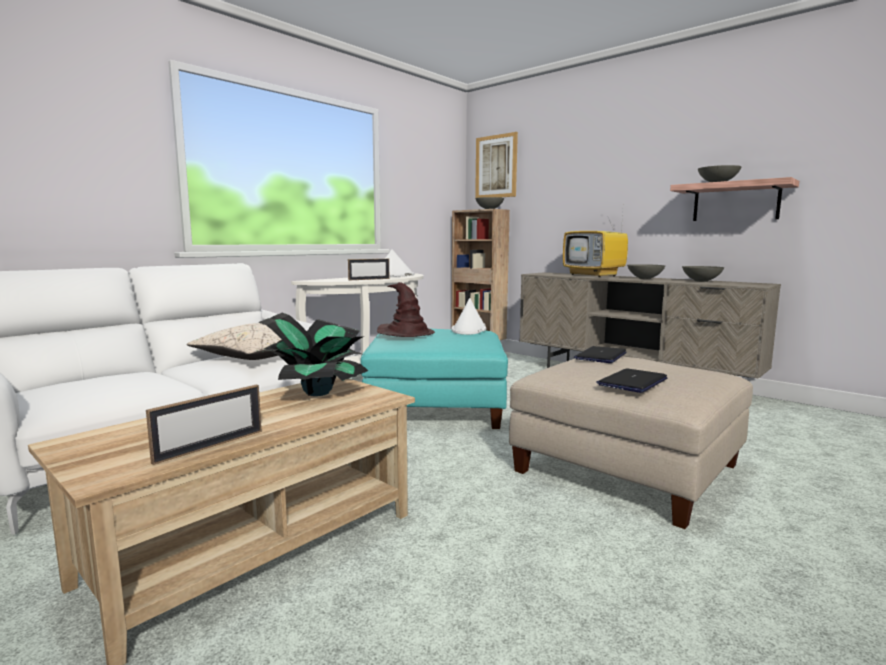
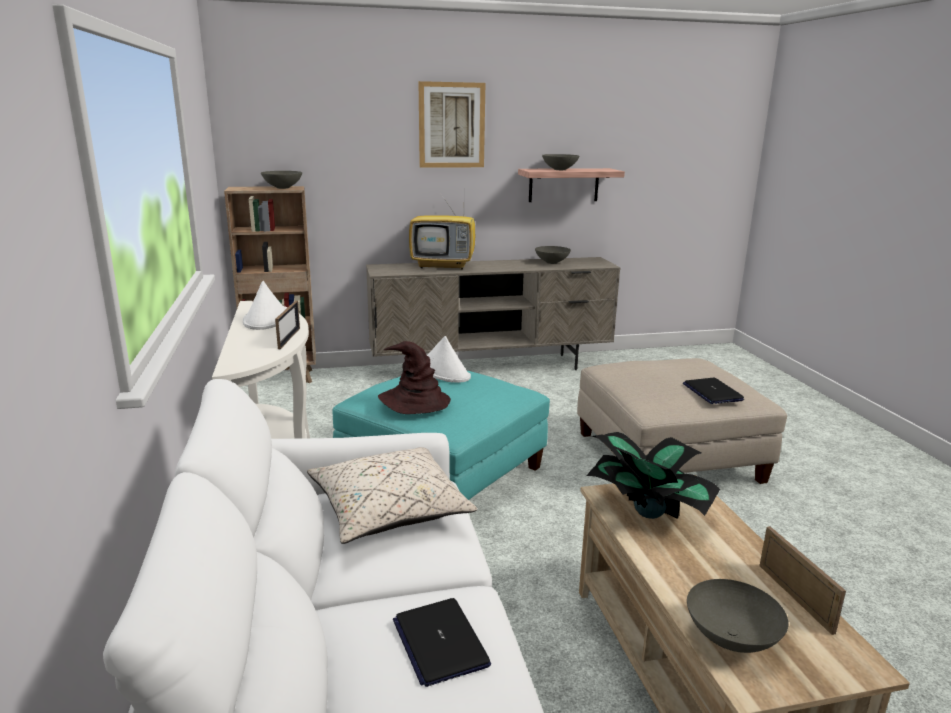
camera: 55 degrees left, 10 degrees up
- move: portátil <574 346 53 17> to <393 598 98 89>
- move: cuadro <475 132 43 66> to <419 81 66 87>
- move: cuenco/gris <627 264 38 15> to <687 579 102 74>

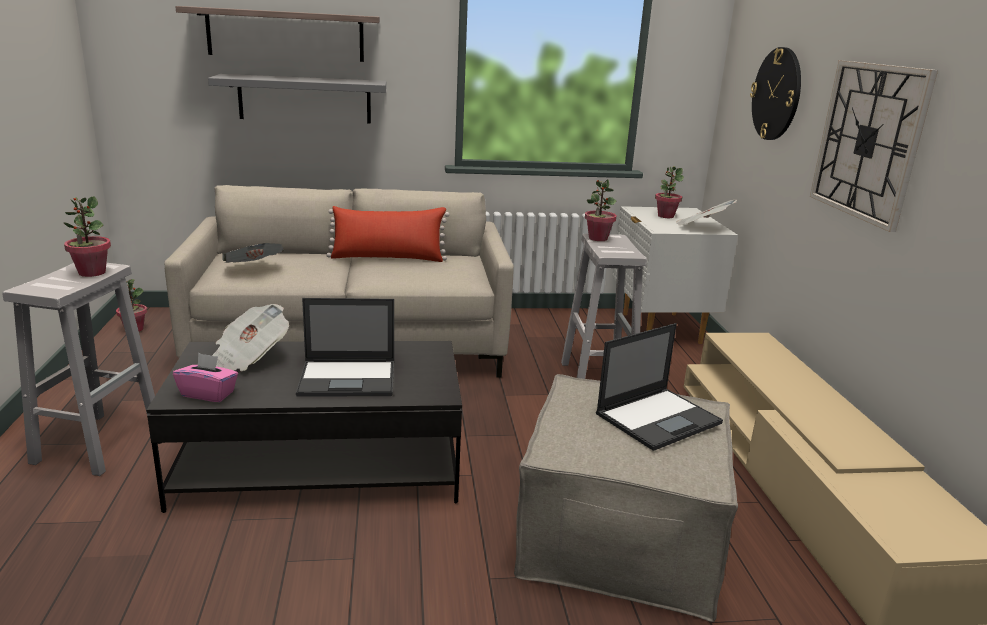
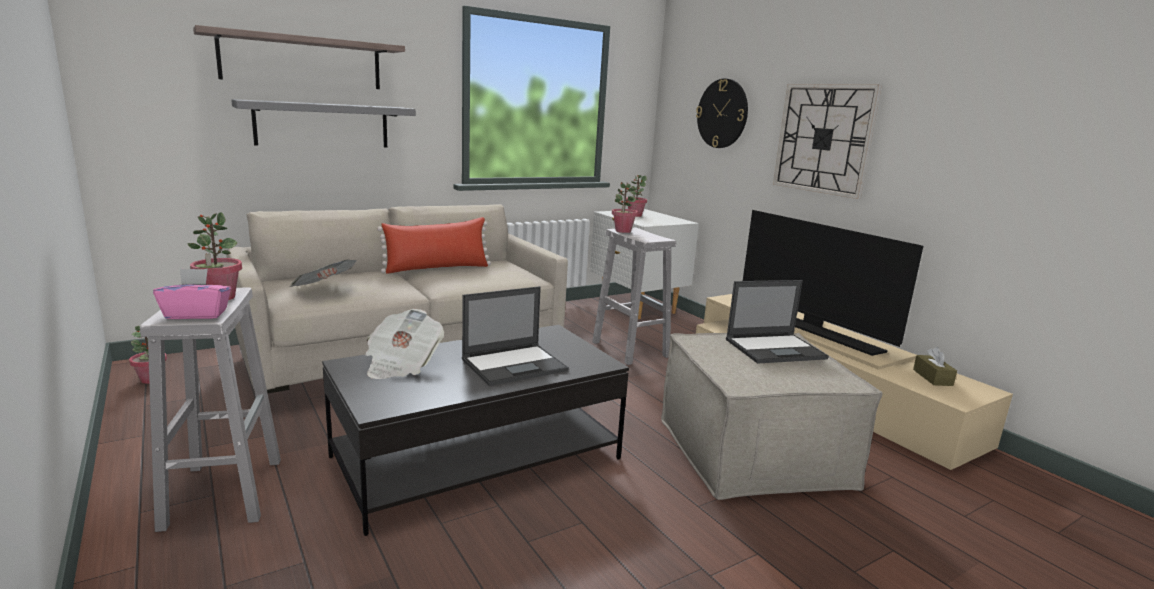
camera: 25 degrees left, 5 degrees down
- move: caja de pañuelos/rosa <173 353 65 49> to <153 268 78 51>
- rotate: portátil <596 323 127 128> = <726 280 103 84> 45 degrees clockwise
- insert: televisor <743 210 180 146>
- insert: caja de pañuelos/marrón <913 347 44 39>
- delete: periódico <676 200 61 26>

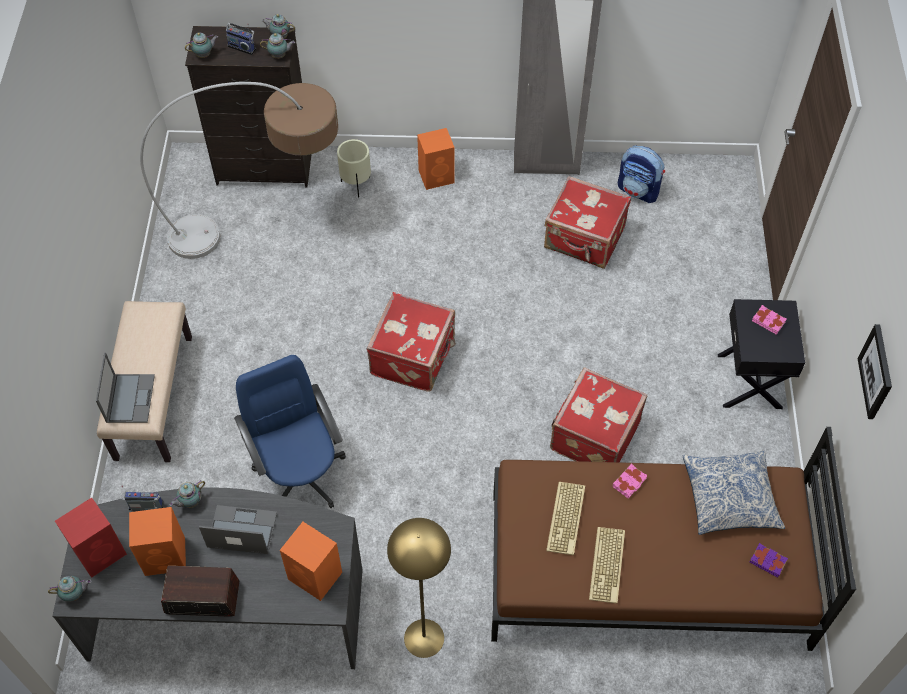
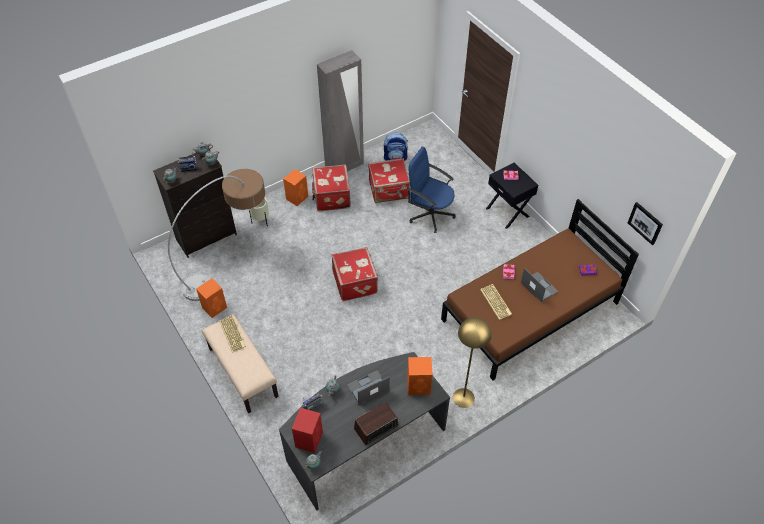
camera: 35 degrees left, 5 degrees down
- move: altavoz/naranja <129 507 57 69> to <196 278 31 40>
- move: teclado <589 527 36 76> to <219 315 27 38>
- move: maleta/rojo <550 367 97 95> to <311 164 40 47>
- move: silla de oficina/azul <234 355 112 153> to <407 146 49 87>
- move: portátil <96 352 59 71> to <521 268 37 35>
- move: cuadro <857 324 35 95> to <628 202 35 43>
- delete: cojín <683 450 102 85>

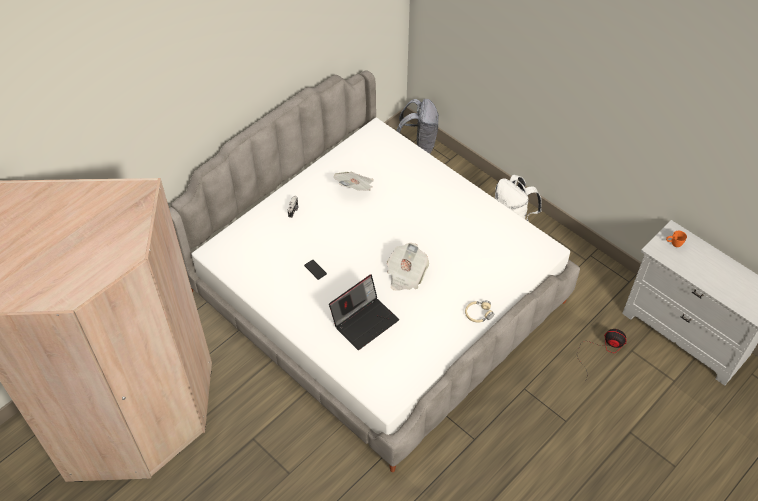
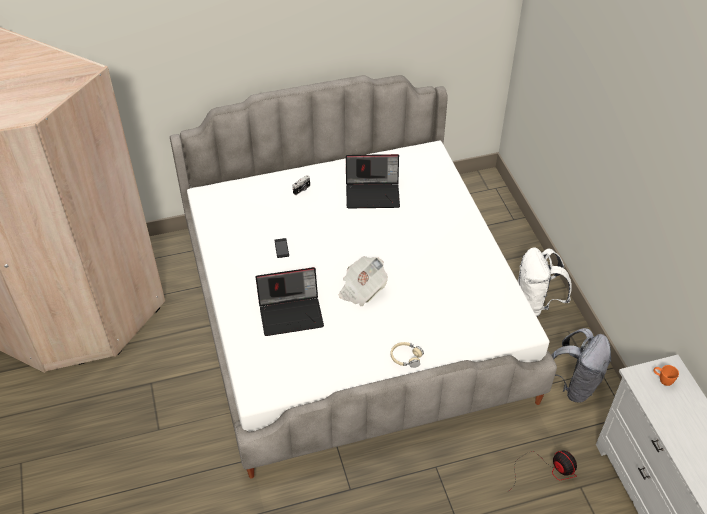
camera: 30 degrees right, 5 degrees down
- replace: periódico <334 171 40 20> to portátil <346 154 54 54>
- move: mochila/gris <397 99 42 55> to <551 328 60 75>

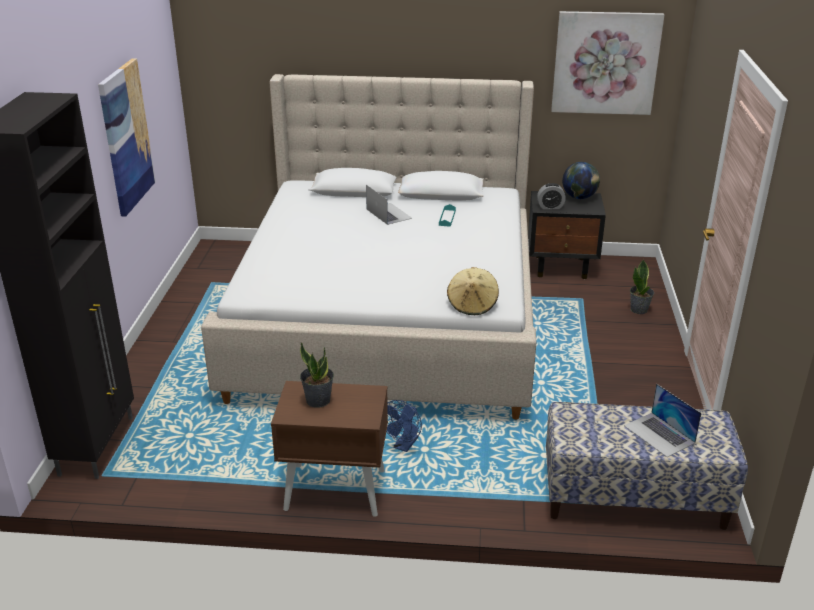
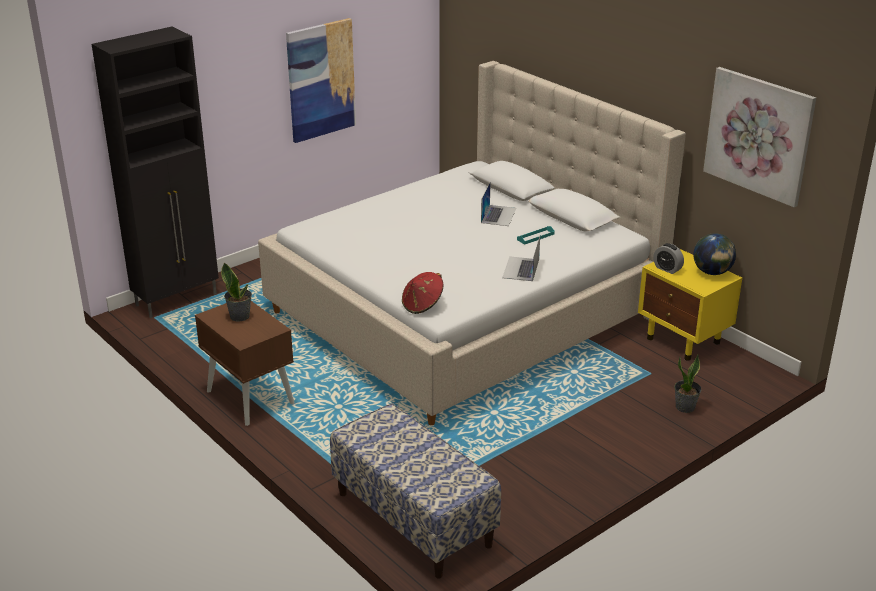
camera: 45 degrees right, 0 degrees up
- recolor: sombrero/beis <447 267 52 48> to sombrero/rojo <402 272 41 42>
- move: portátil <624 384 77 73> to <502 236 38 45>
- recolor: mesita de noche/negro <528 191 78 88> to mesita de noche/amarillo <638 249 105 112>
- delete: ventilador/azul <386 400 36 52>

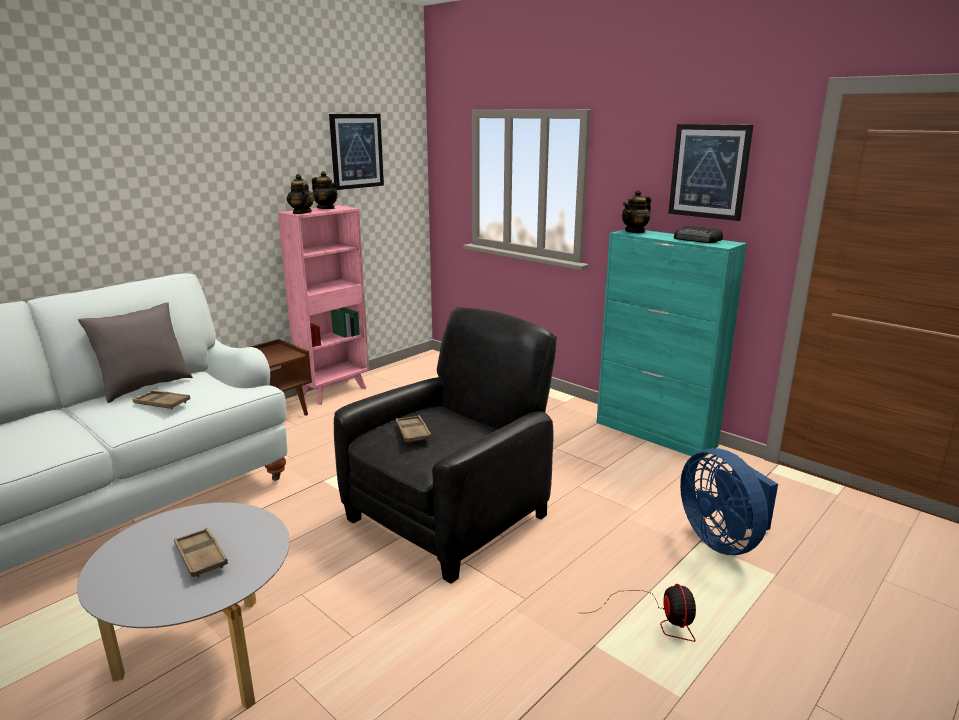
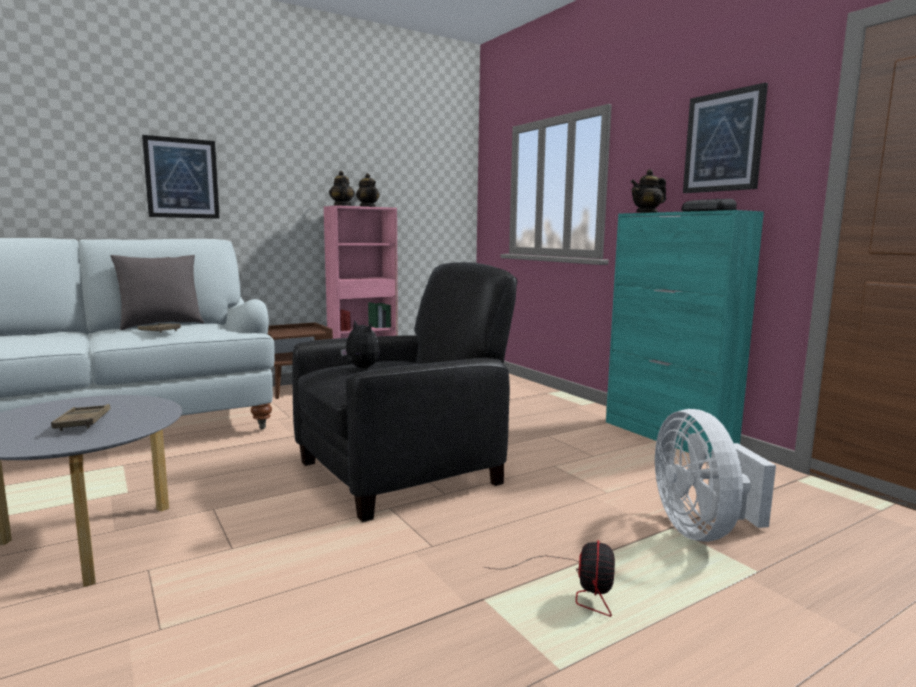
camera: 15 degrees right, 10 degrees down
- move: cuadro <329 114 55 76> to <142 135 78 84>
- replace: bandeja/marrón <396 415 35 28> to peluche <341 320 39 48>
- recolor: ventilador/azul <680 448 98 107> to ventilador/blanco <655 409 121 133>

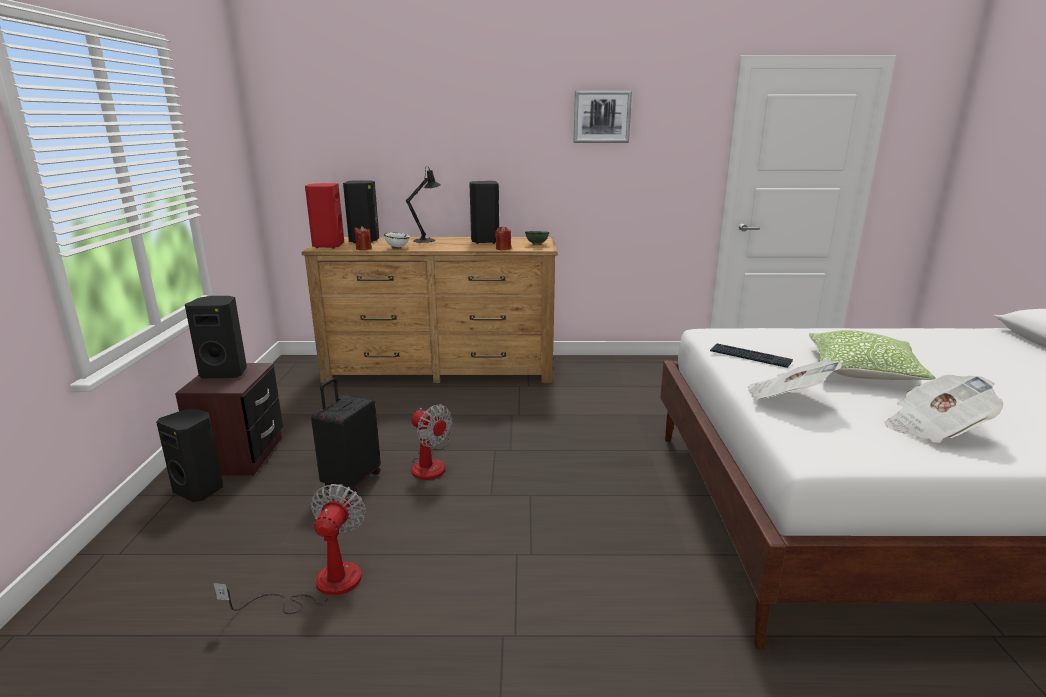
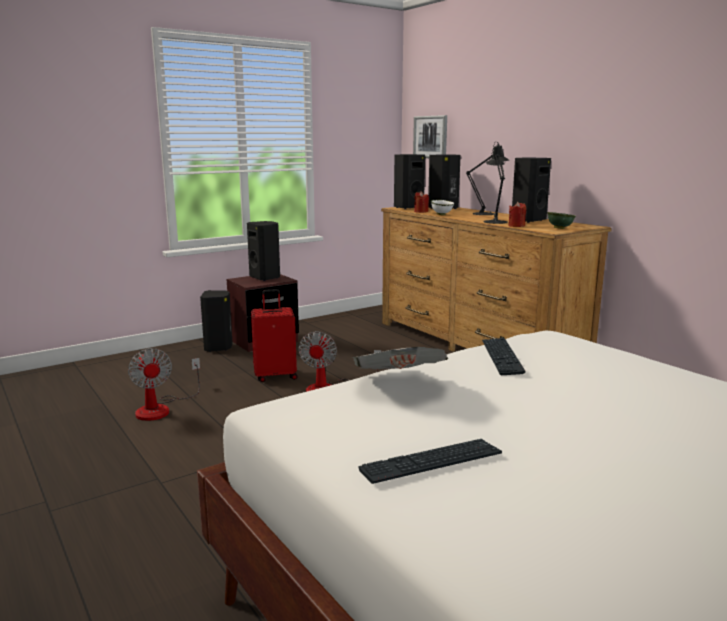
camera: 55 degrees right, 5 degrees down
- rotate: ventilador <213 484 153 130> = <128 348 72 73> 90 degrees clockwise
- recolor: maleta/negro <311 378 70 116> to maleta/rojo <251 289 47 93>
- replace: periódico <885 375 118 68> to teclado <358 439 144 45>
- recolor: altavoz/rojo <305 183 39 66> to altavoz/negro <394 154 31 55>
- move: cuadro <574 91 58 52> to <413 115 34 43>
- insert: lámpara de mesa/negro <484 142 24 82>
- delete: cojín <809 330 127 50>

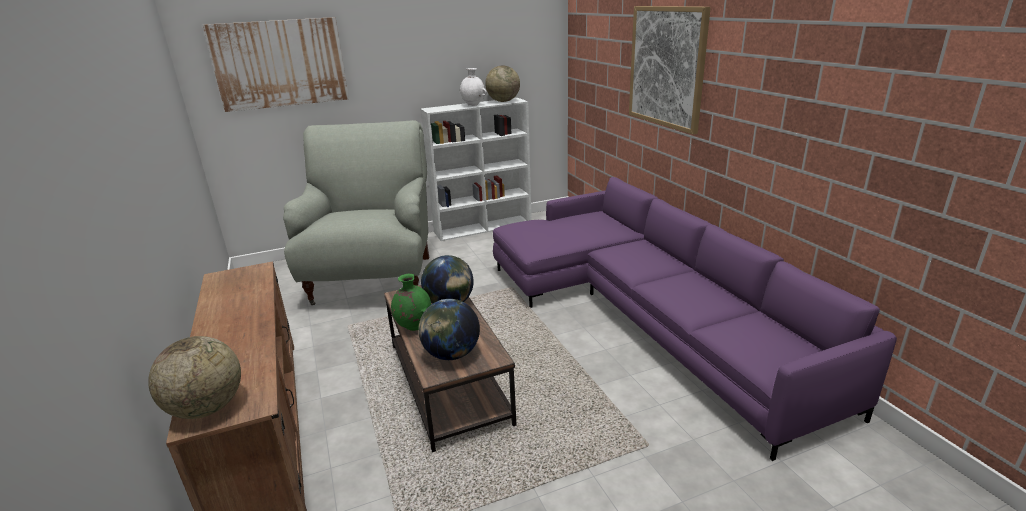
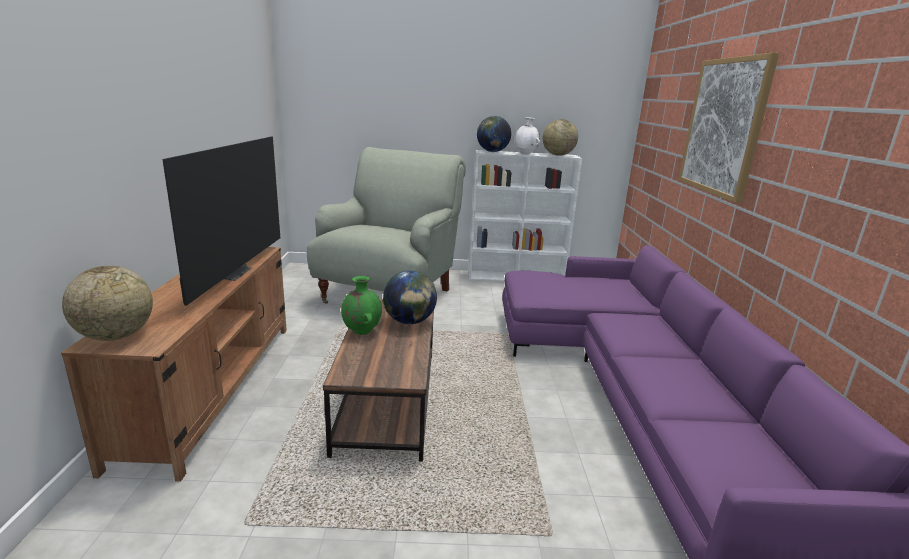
camera: 20 degrees right, 5 degrees down
- insert: televisor <162 137 118 169>
- move: globo terráqueo <418 299 62 61> to <477 116 34 36>
- delete: cuadro <202 17 147 95>

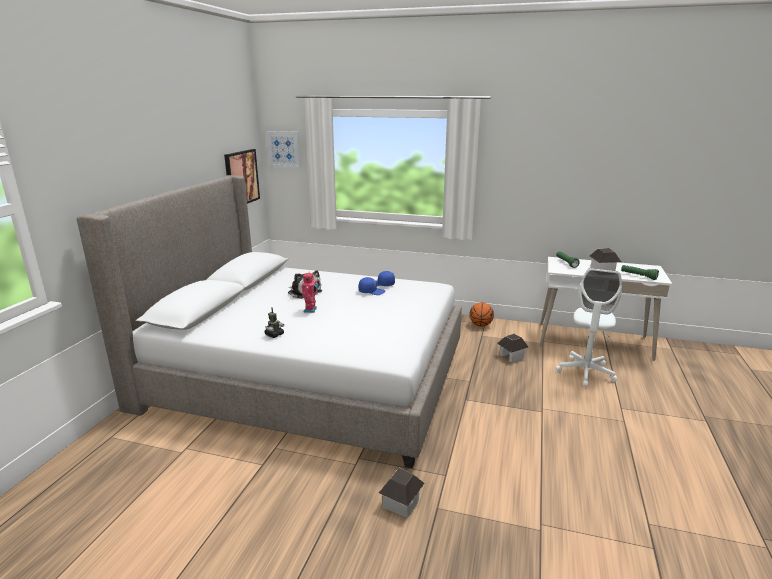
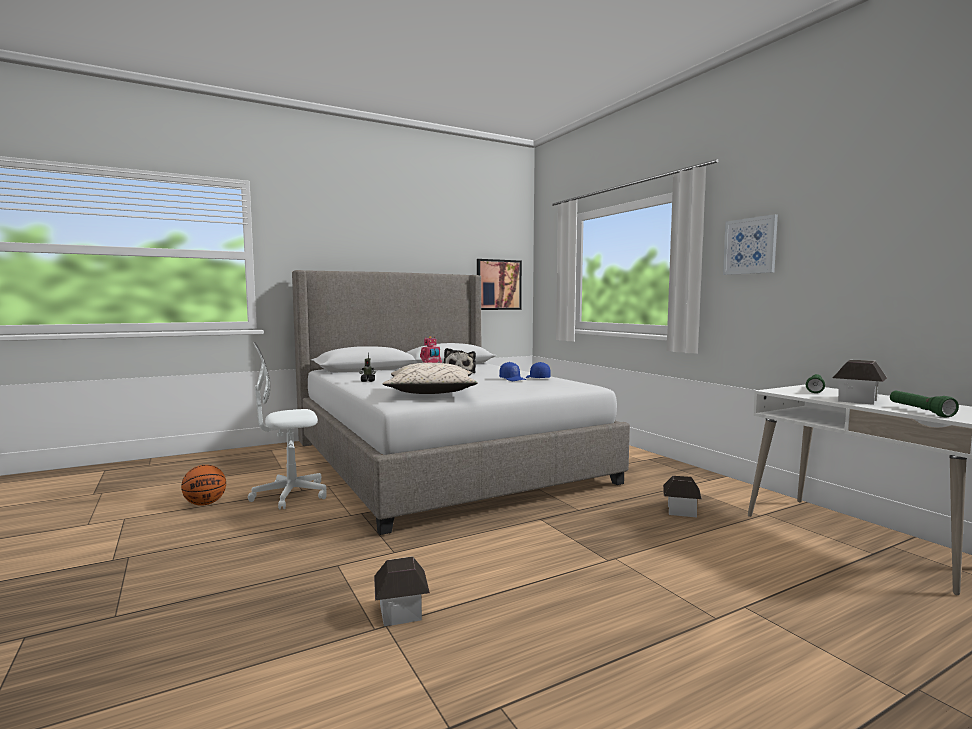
camera: 45 degrees right, 15 degrees down
- move: balón de baloncesto <470 302 24 25> to <181 465 45 41>
- move: silla de oficina/blanco <556 268 66 119> to <248 342 79 167>
- move: casita <379 468 45 50> to <374 557 56 69>
- insert: cojín/beis <383 363 95 31>
- move: cuadro <266 131 35 37> to <723 214 55 61>

